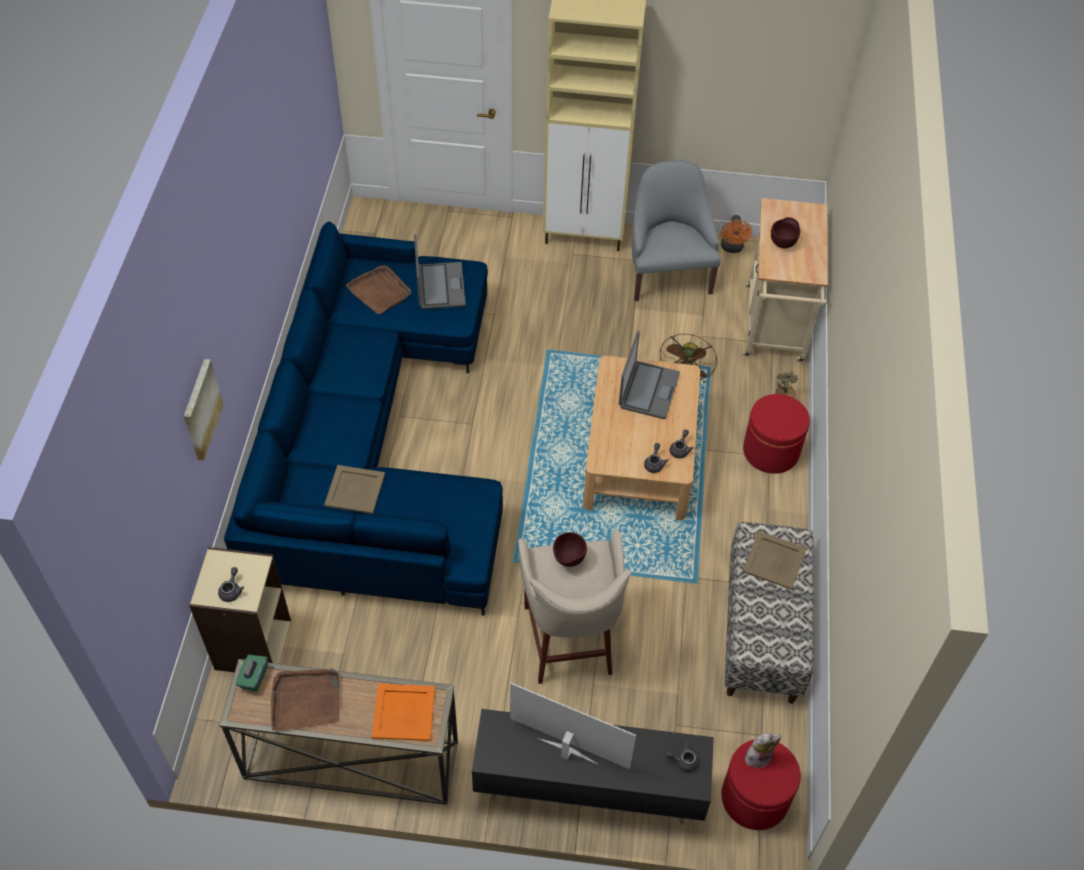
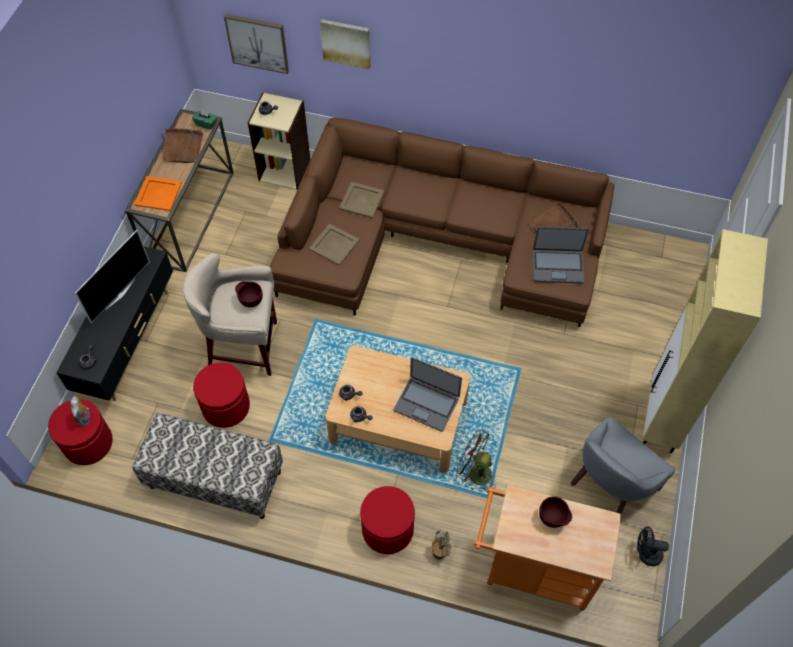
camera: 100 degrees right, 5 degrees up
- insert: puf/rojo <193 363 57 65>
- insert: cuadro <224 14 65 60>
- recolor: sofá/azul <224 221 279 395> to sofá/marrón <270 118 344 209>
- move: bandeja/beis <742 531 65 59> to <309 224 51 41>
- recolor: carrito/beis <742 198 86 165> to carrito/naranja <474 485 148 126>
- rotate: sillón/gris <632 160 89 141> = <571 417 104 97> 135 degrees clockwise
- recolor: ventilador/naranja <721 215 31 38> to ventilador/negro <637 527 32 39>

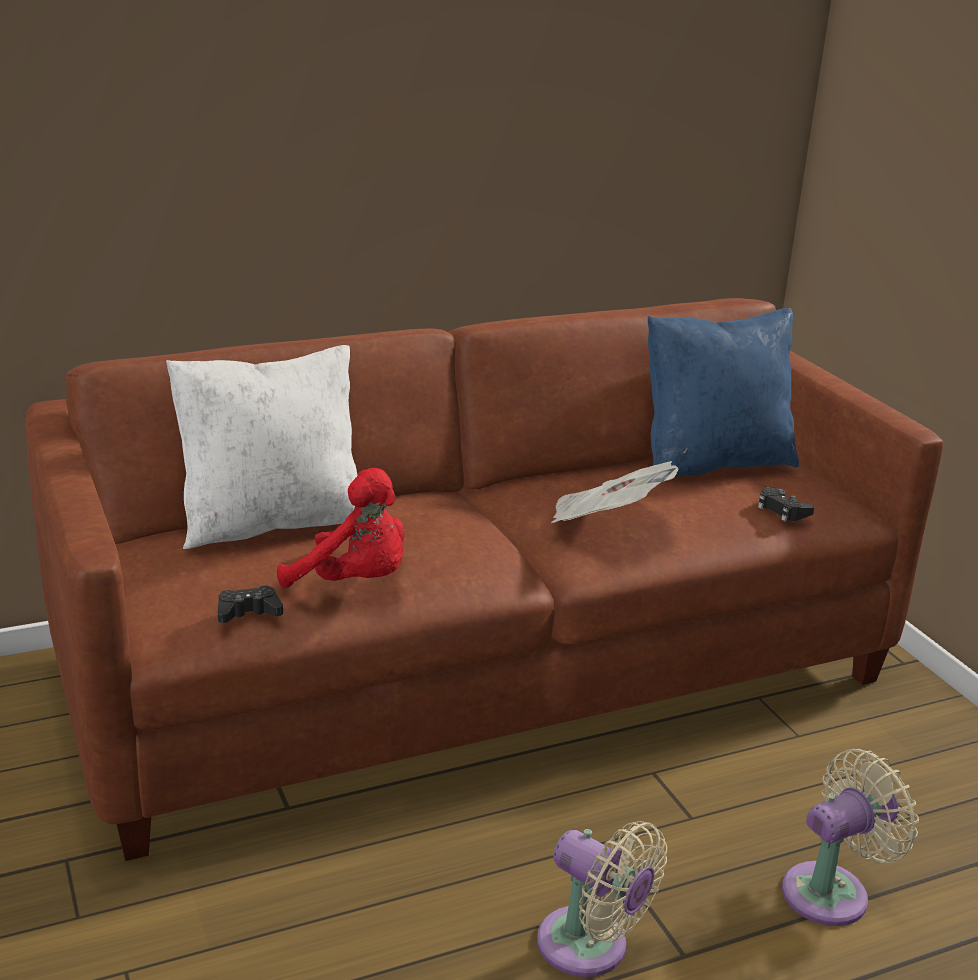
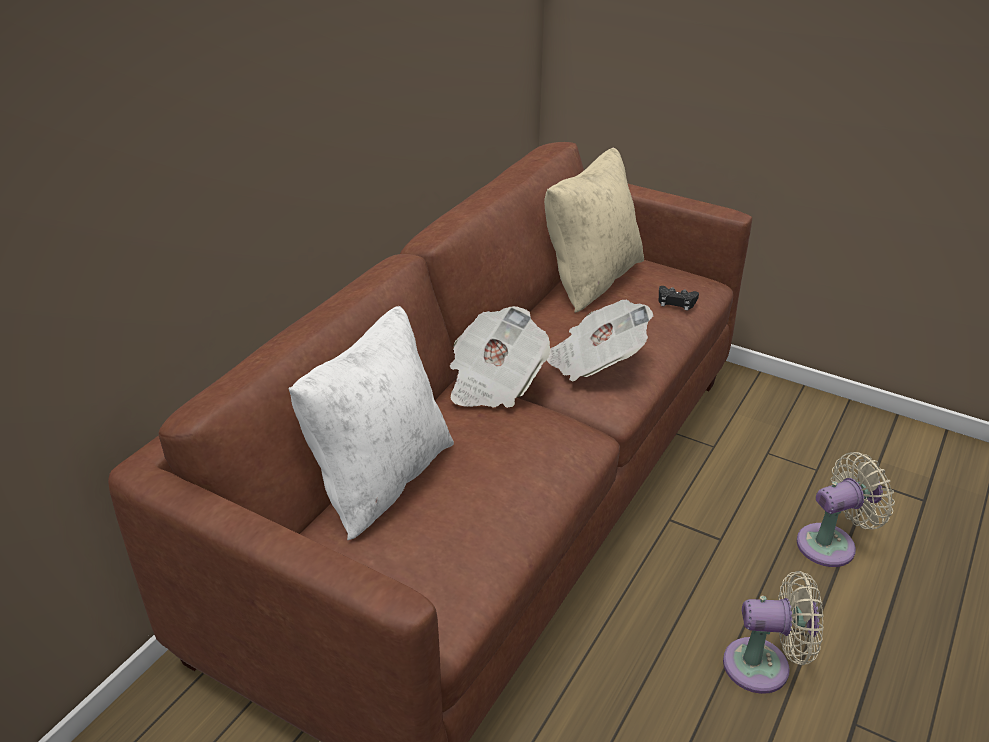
camera: 35 degrees left, 10 degrees up
- insert: periódico <450 306 100 102>
- recolor: cojín/azul <648 308 151 169> to cojín/beis <544 148 100 165>
- rotate: ventilador/beis <782 749 137 177> = <797 452 98 115> 45 degrees clockwise
- delete: mando de consola/negro <218 585 65 38>
- delete: peluche/rojo <277 468 128 120>

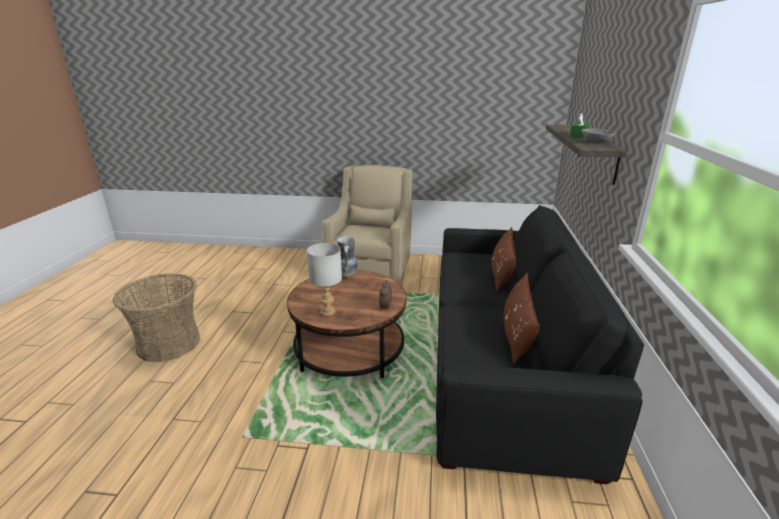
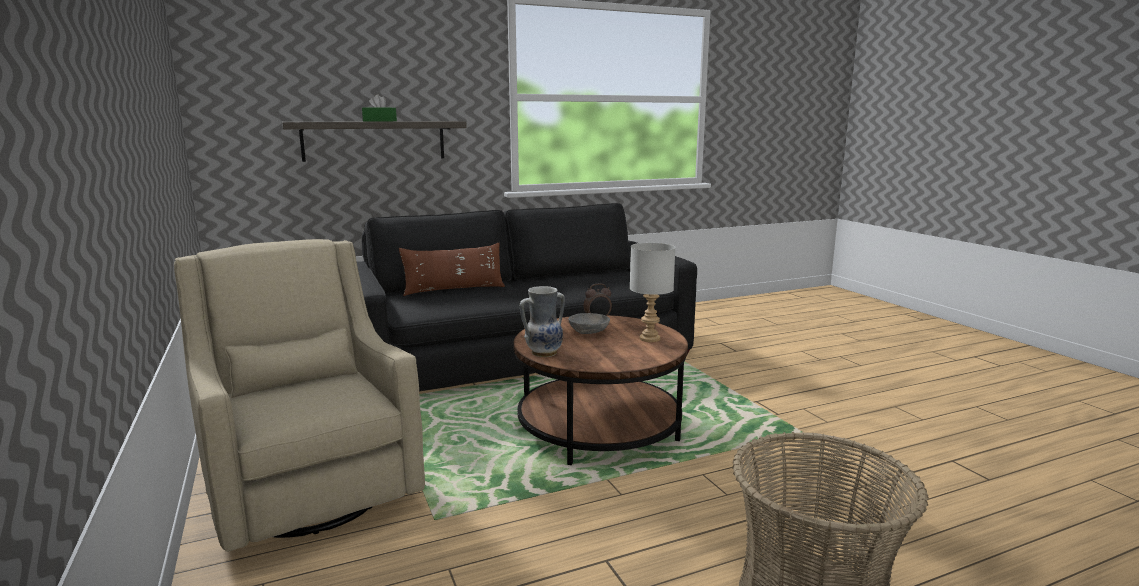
camera: 120 degrees left, 10 degrees down
- rotate: sillón/beis <322 165 90 118> = <174 239 251 313> 75 degrees clockwise
- move: cuenco/gris <581 128 34 15> to <568 313 42 21>
- delete: cojín/marrón <503 273 37 91>

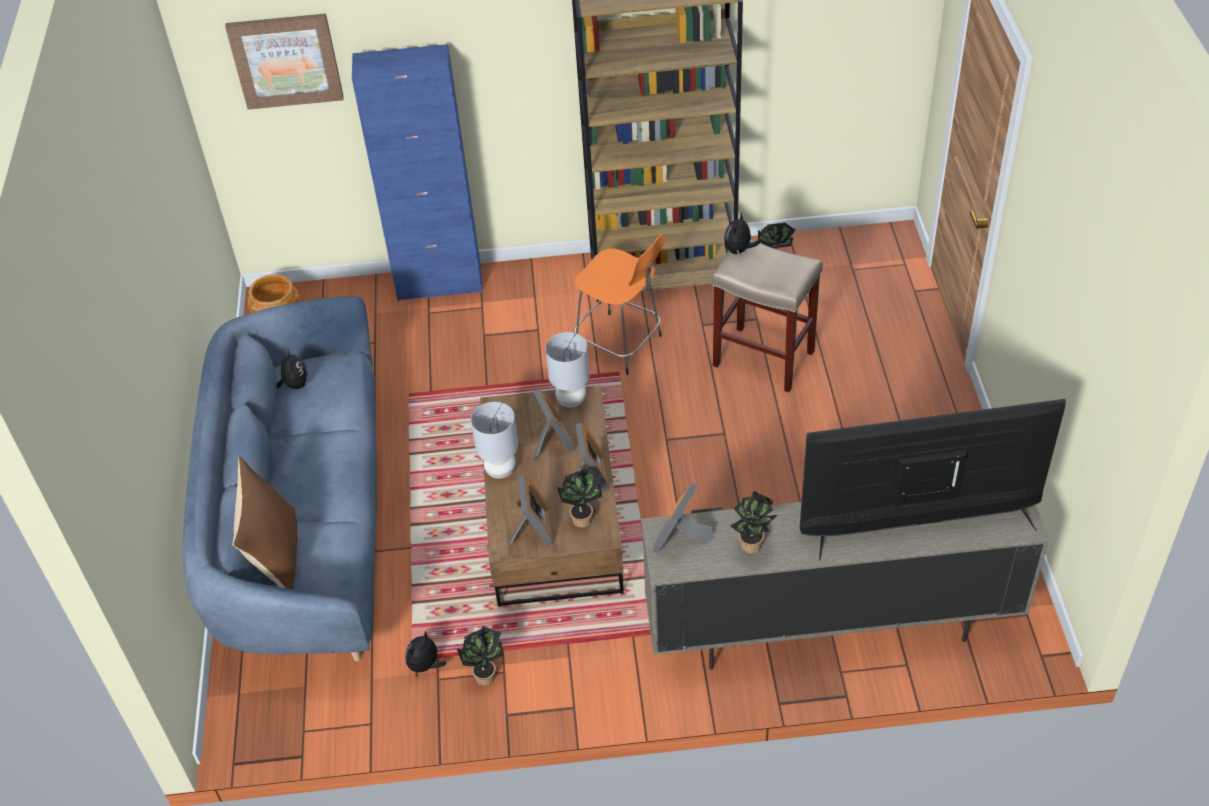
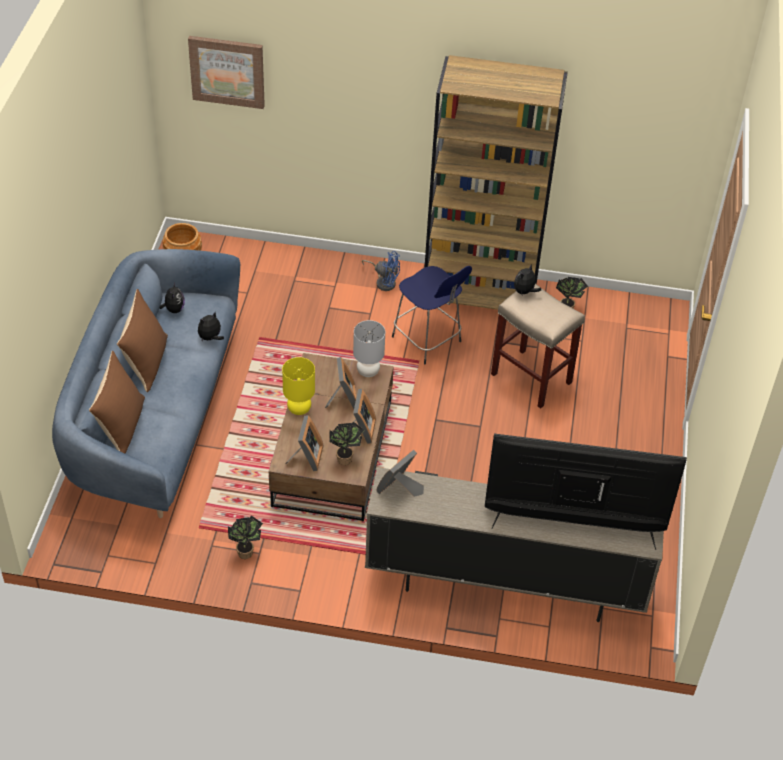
camera: 10 degrees right, 0 degrees up
- insert: cojín/marrón <117 289 51 103>
- move: peluche <405 631 41 47> to <198 312 26 30>
- recolor: lámpara de mesa/gris <471 402 47 77> to lámpara de mesa/amarillo <282 357 33 58>
- insert: ventilador/azul <362 251 38 40>
- recolor: taburete/naranja <574 234 91 141> to taburete/azul <392 266 80 99>
- delete: armario/azul <352 44 130 257>
- delete: planta en maceta <730 491 47 62>

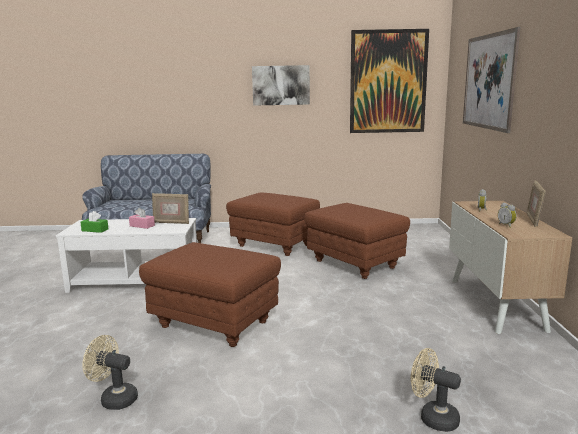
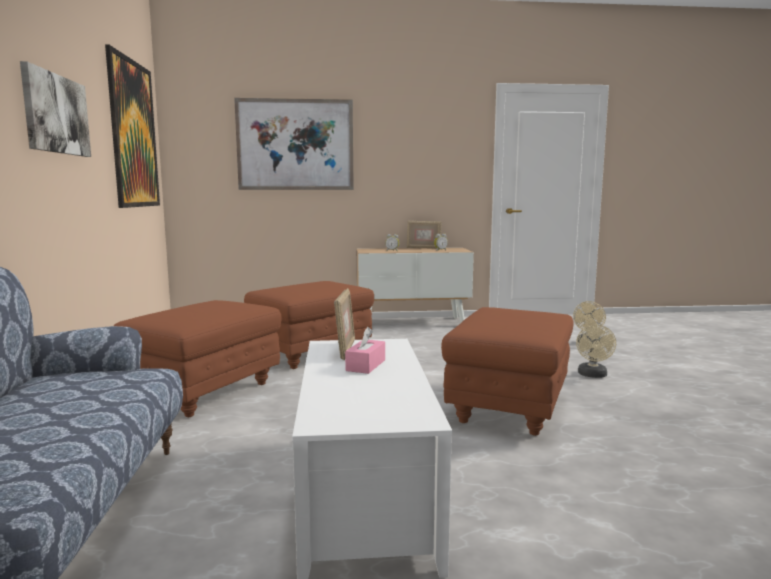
camera: 95 degrees left, 5 degrees down
- move: ventilador/beis <82 335 56 75> to <576 325 40 53>
- delete: caja de pañuelos/verde <80 211 28 22>

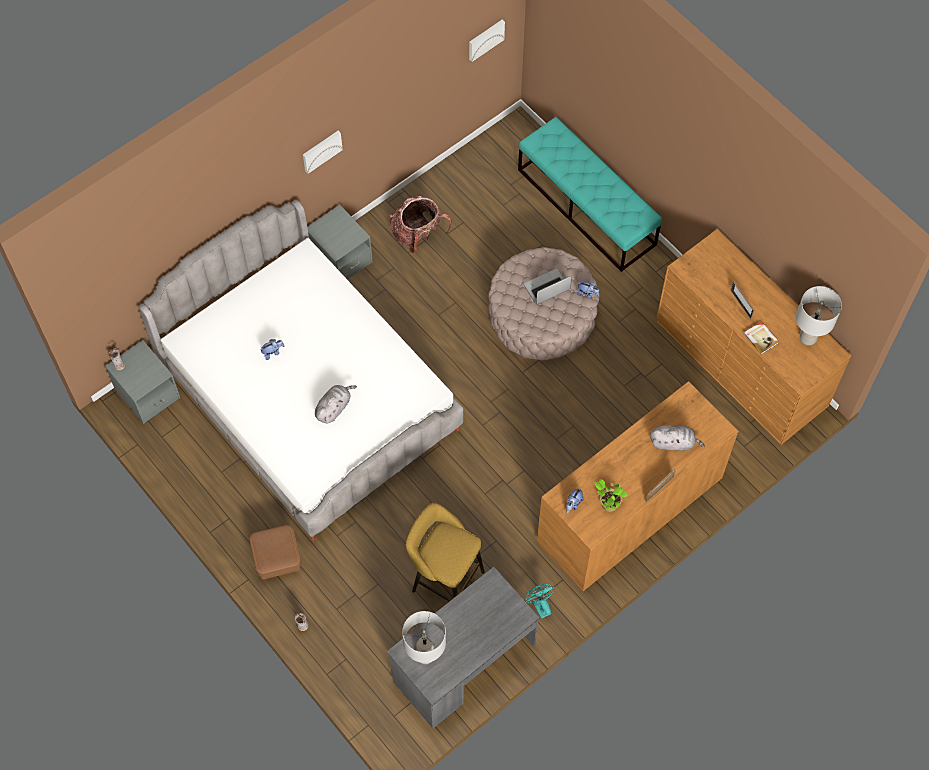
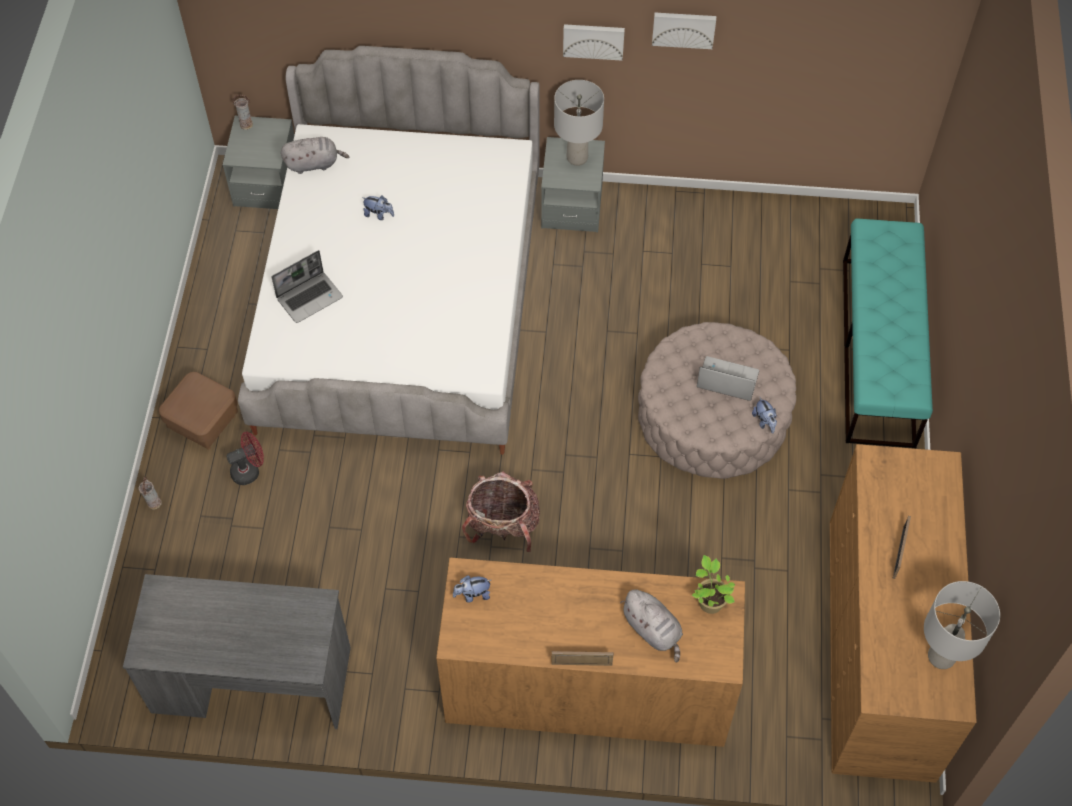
camera: 45 degrees right, 5 degrees down
- insert: ventilador/rojo <226 432 38 53>
- insert: portátil <271 250 72 73>
- move: peluche/gris <315 385 42 38> to <281 137 69 37>
- move: mochila <389 196 63 57> to <462 472 78 80>
- move: lámpara de mesa/gris <402 611 44 53> to <554 80 50 86>
- move: cuadro <469 19 36 43> to <652 13 64 36>
- move: planta en maceta <595 479 33 33> to <692 555 43 59>
- delete: taburete/amarillo <405 503 80 99>
- delete: ventilador/turquesa <525 584 29 35>
- delete: libro <743 322 36 32>

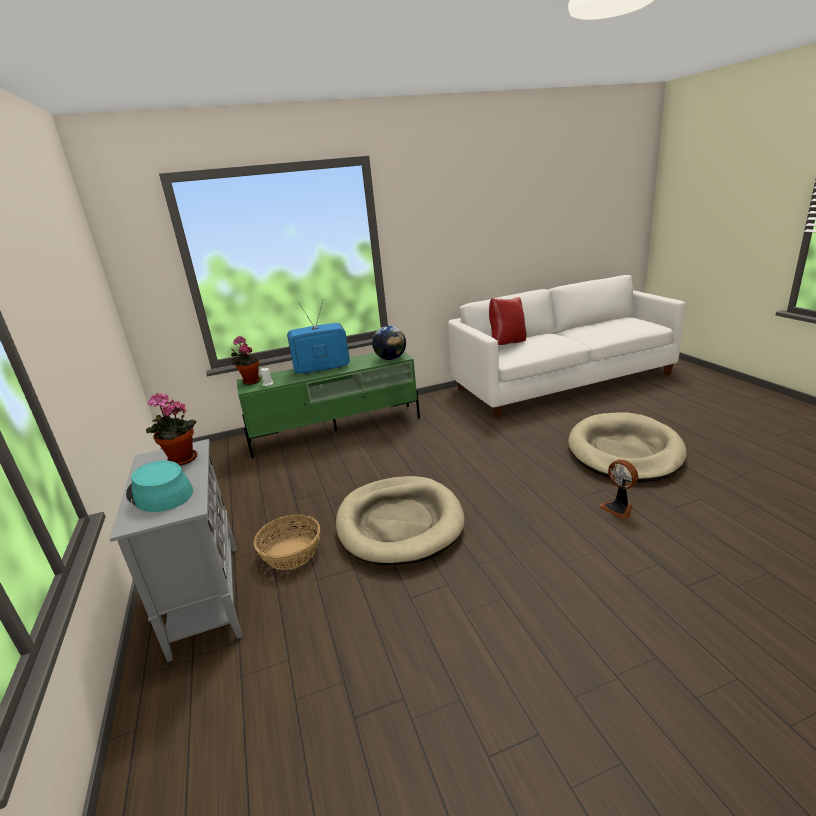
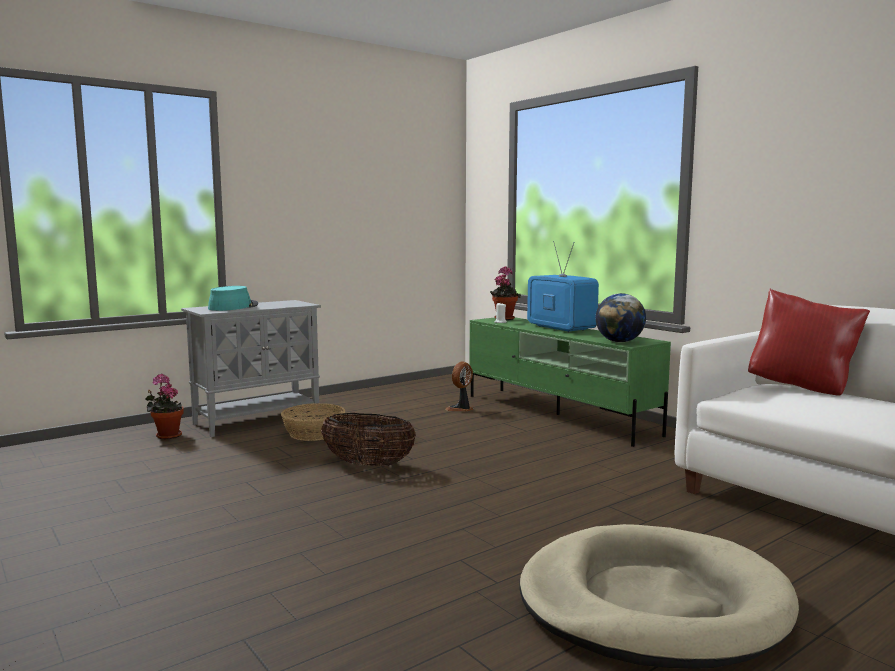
camera: 70 degrees right, 15 degrees down
- move: planta en maceta <146 393 51 73> to <146 374 38 65>
- replace: cama para perro/beis <336 476 129 89> to cesta <321 413 95 53>
- move: ventilador <600 459 38 60> to <445 361 28 50>

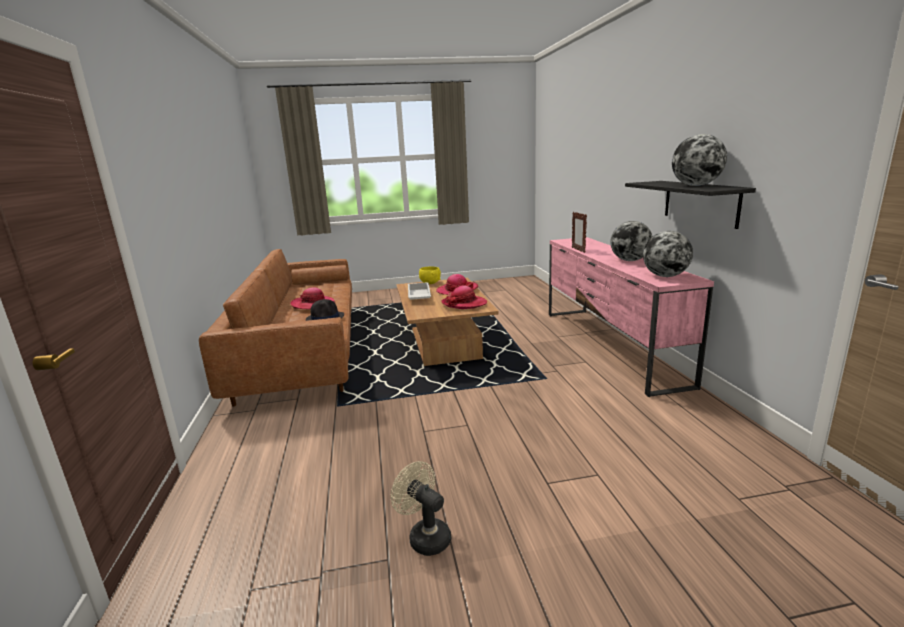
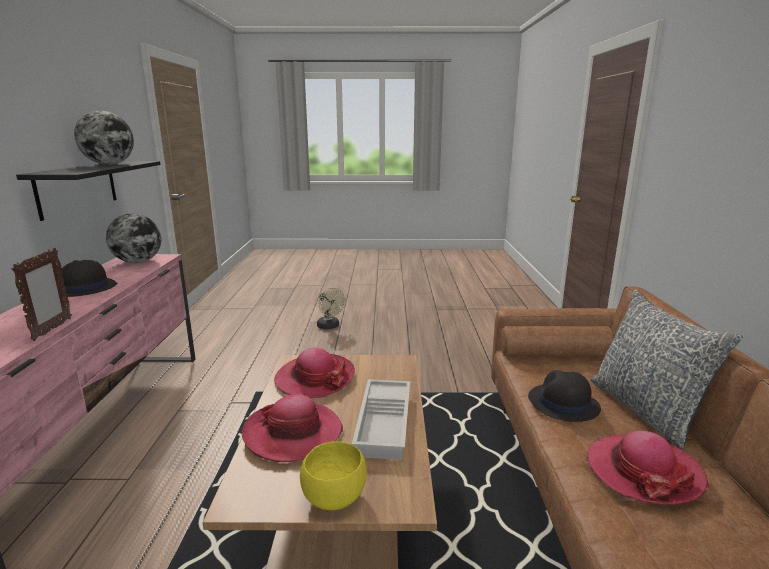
camera: 170 degrees left, 0 degrees up
- replace: globo terráqueo <610 221 42 40> to sombrero/negro <60 260 58 37>
- move: ventilador/beis <391 461 60 95> to <317 288 29 41>
- insert: cojín <591 290 152 160>

